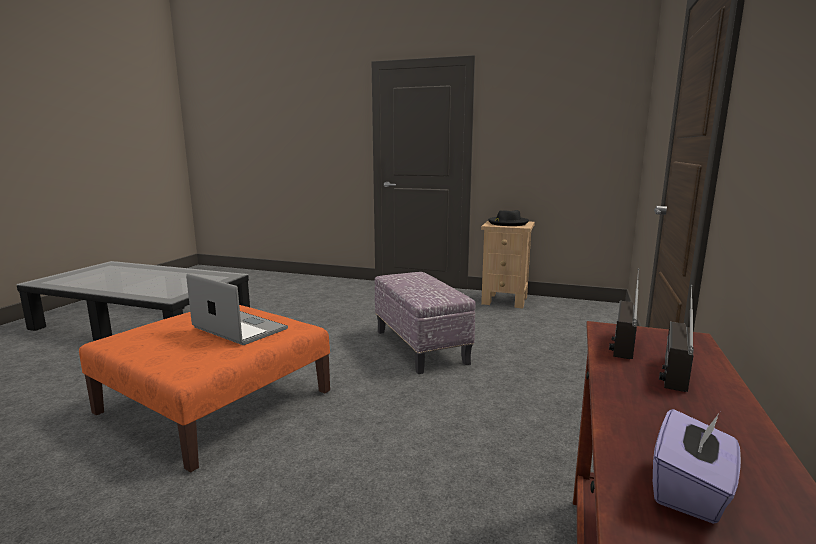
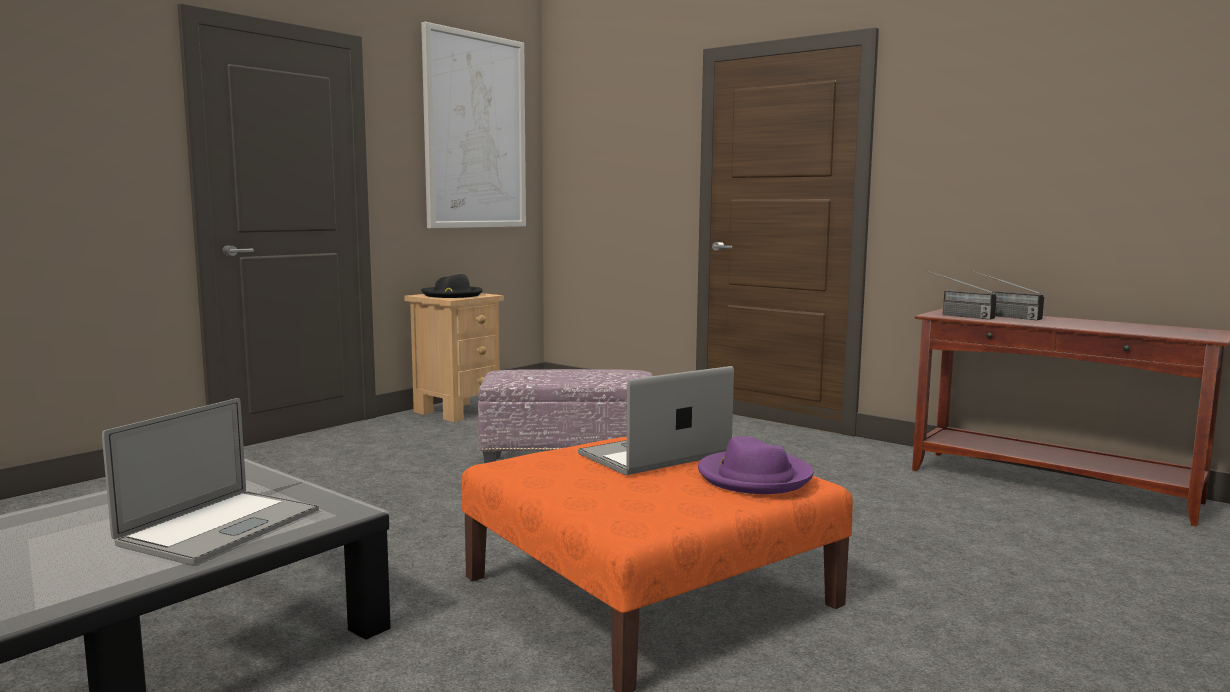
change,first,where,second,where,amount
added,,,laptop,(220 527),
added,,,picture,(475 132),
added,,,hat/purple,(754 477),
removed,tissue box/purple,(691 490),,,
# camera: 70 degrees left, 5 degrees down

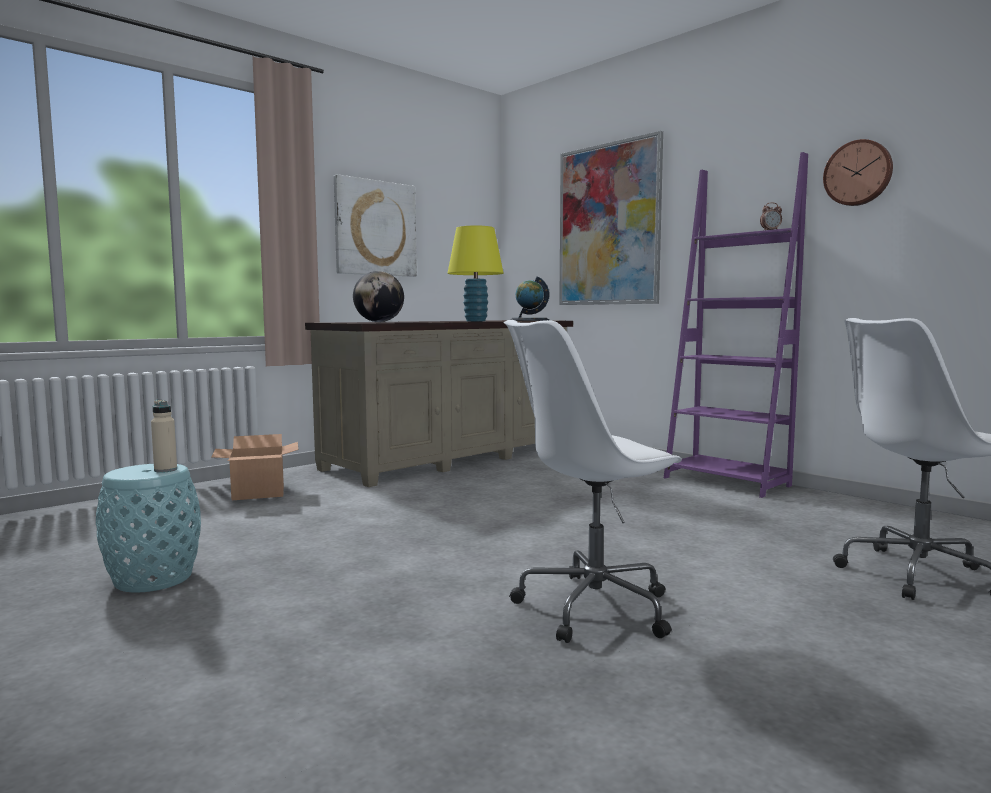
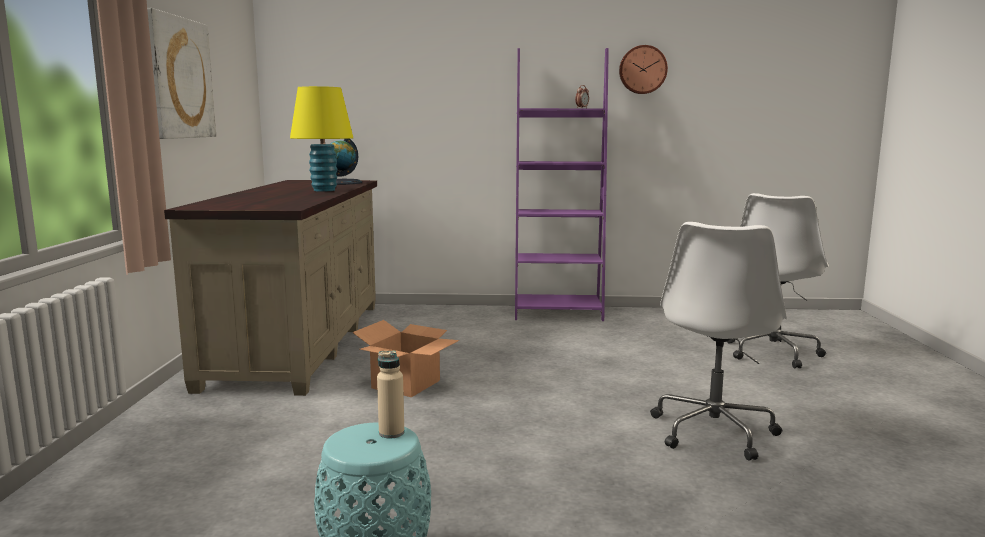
change,first,where,second,where,amount
moved,cardboard box,(259 492),,(406 384),
removed,globe,(379 322),,,
removed,picture,(608 225),,,
# camera: 45 degrees left, 5 degrees up

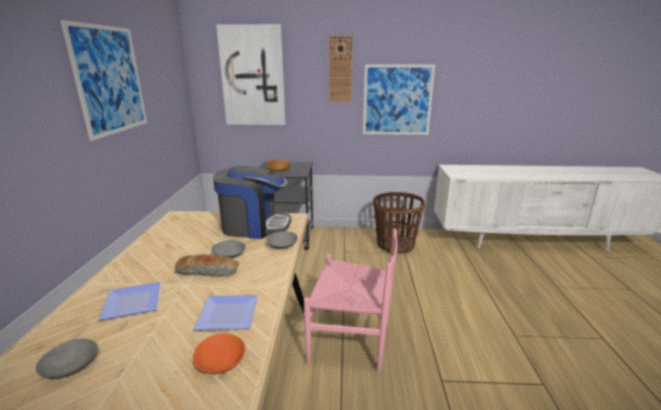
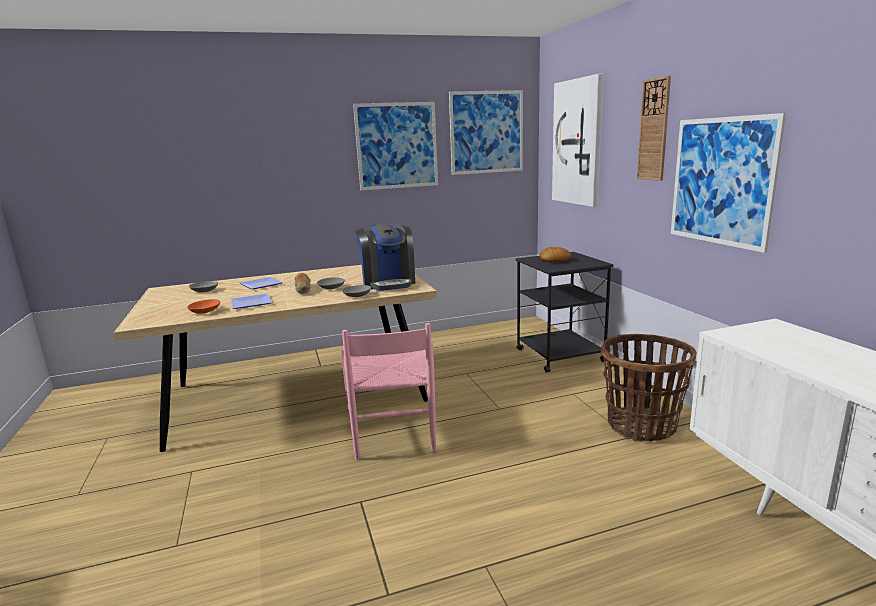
change,first,where,second,where,amount
added,,,picture,(486 132),
# camera: 70 degrees right, 5 degrees down

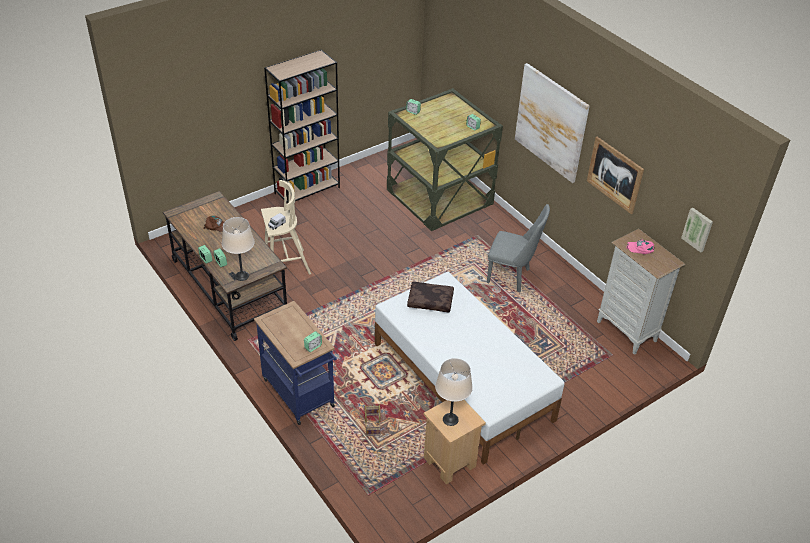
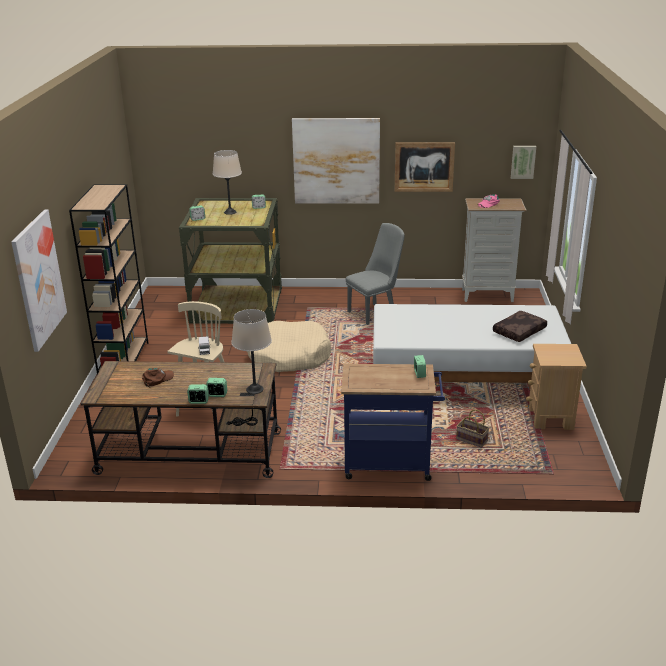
change,first,where,second,where,amount
added,,,picture,(38 279),
moved,table lamp/beige,(450 419),,(230 212),
added,,,dog bed/beige,(288 356),
moved,pillow/brown,(430 300),,(519 331),
# camera: 50 degrees left, 15 degrees down

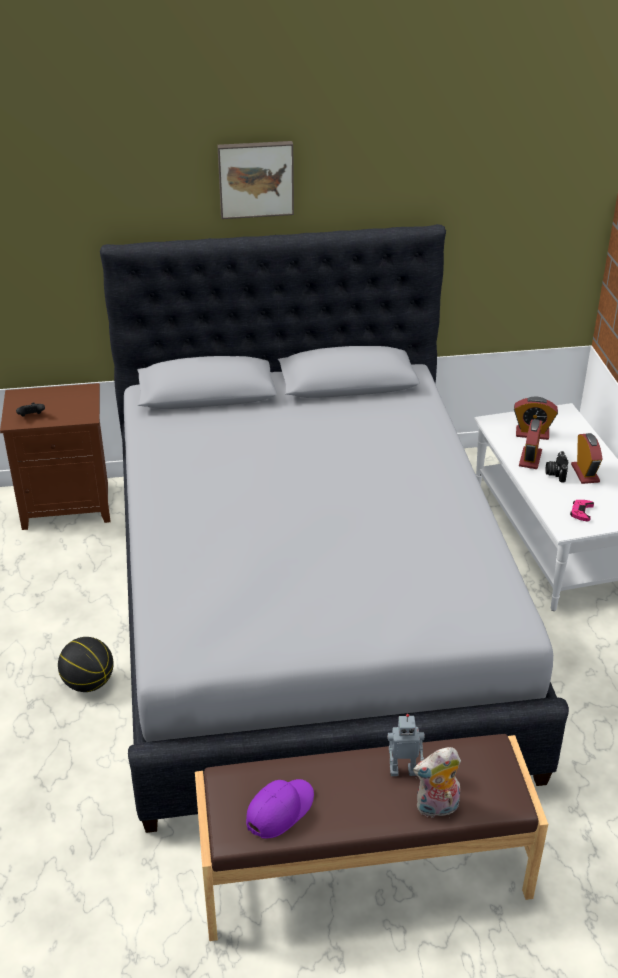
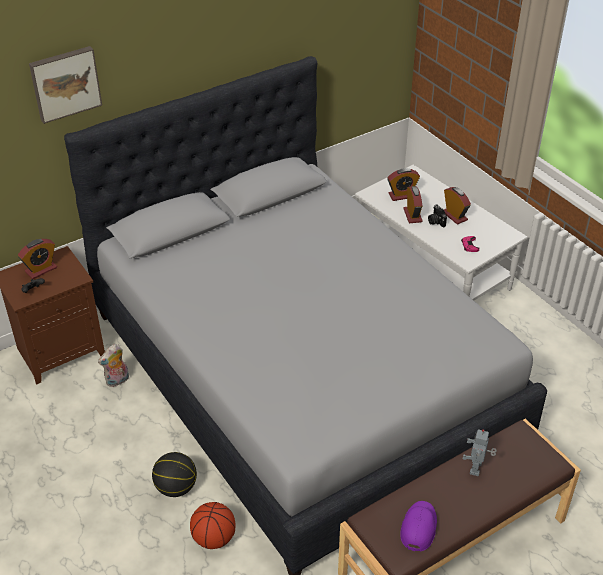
change,first,where,second,where,amount
added,,,alarm clock,(41 270),
moved,picture,(255 178),,(65 83),
moved,plush toy,(437 808),,(117 381),
added,,,basketball,(214 538),
turned,toy robot,(403 769),,(476 468),135 degrees clockwise
# camera: 25 degrees left, 5 degrees up

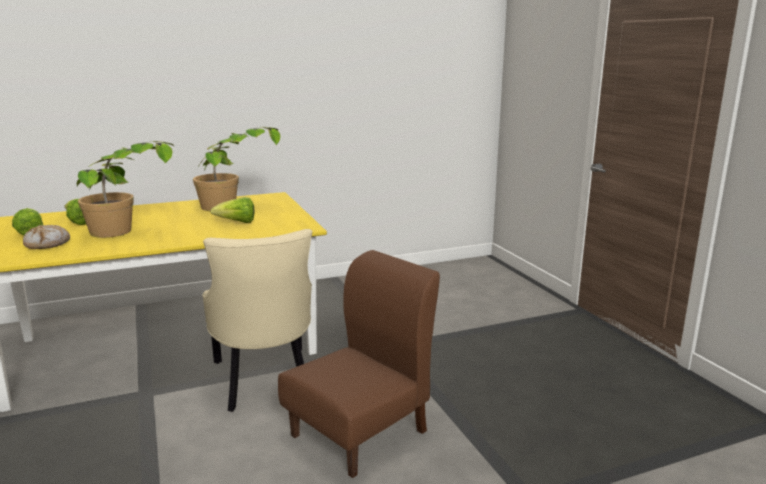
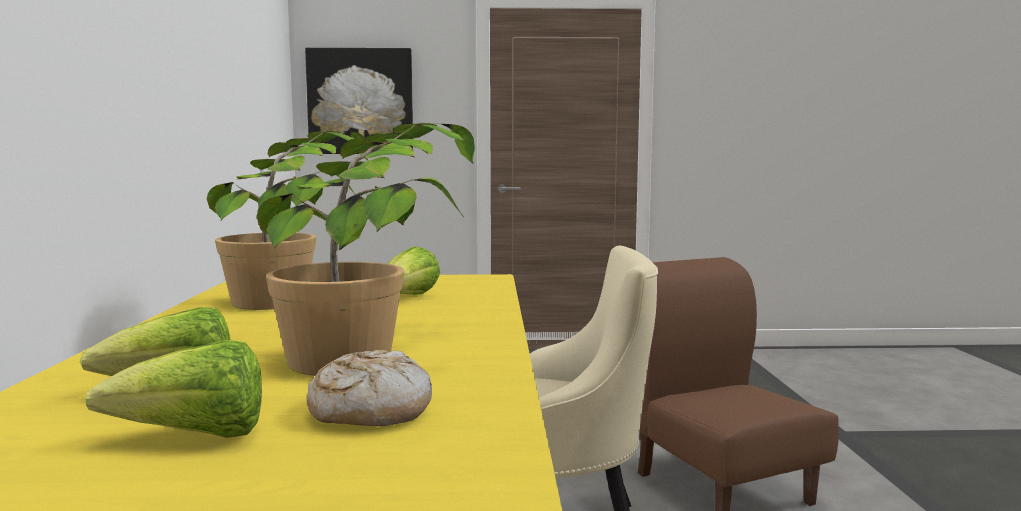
change,first,where,second,where,amount
added,,,picture,(360 102),
# camera: 70 degrees left, 10 degrees down

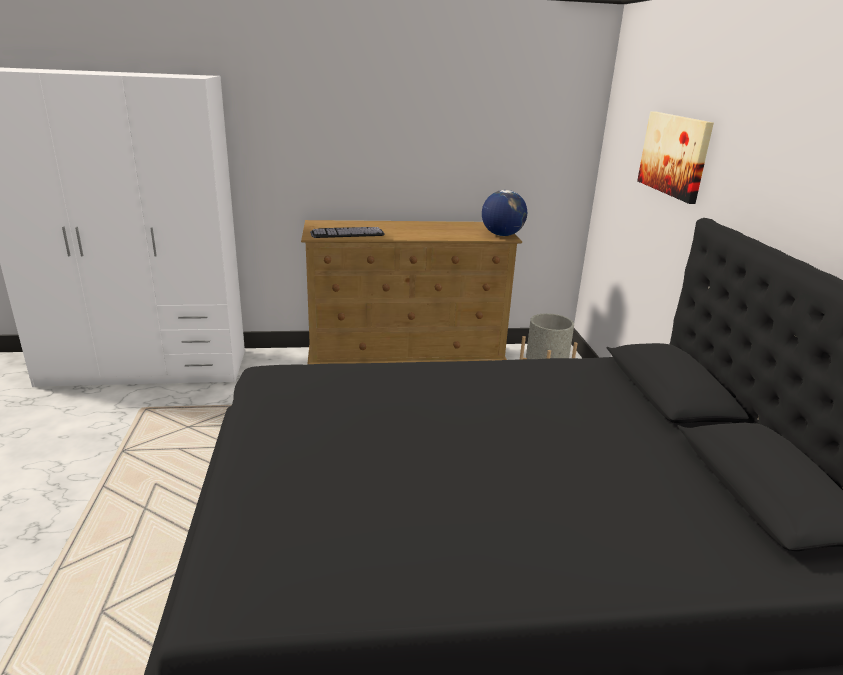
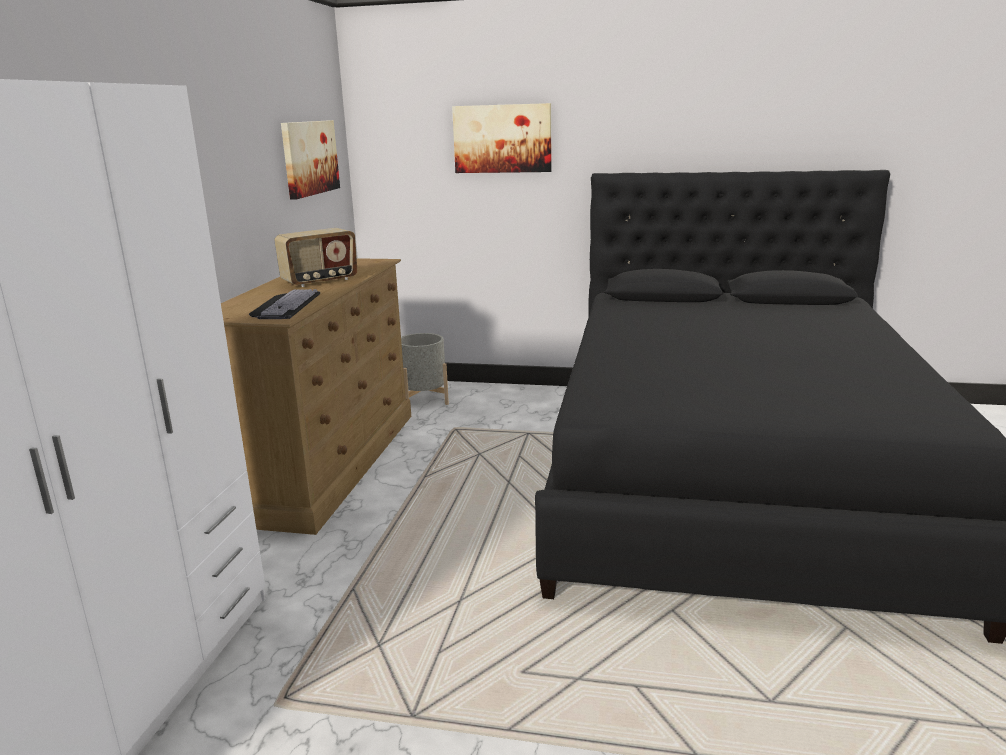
change,first,where,second,where,amount
added,,,radio,(320 281),
added,,,picture,(309 158),
removed,globe,(502 235),,,
# camera: 70 degrees left, 5 degrees down

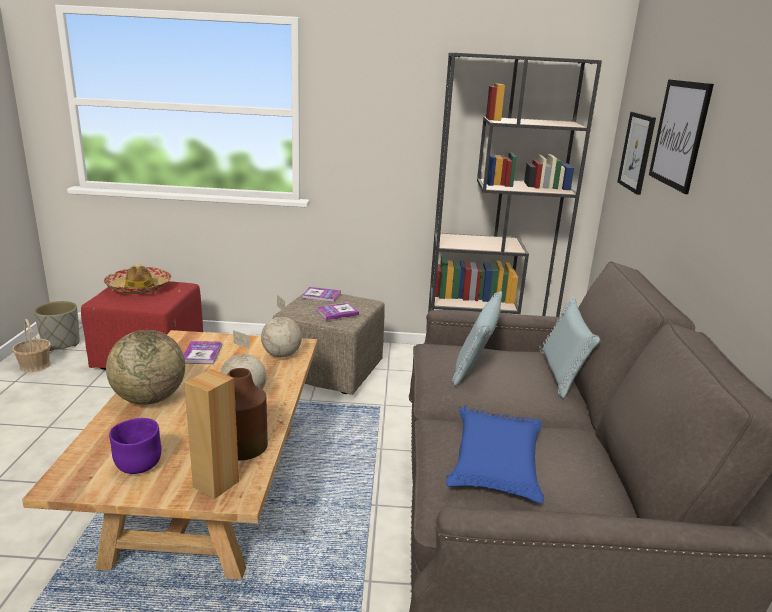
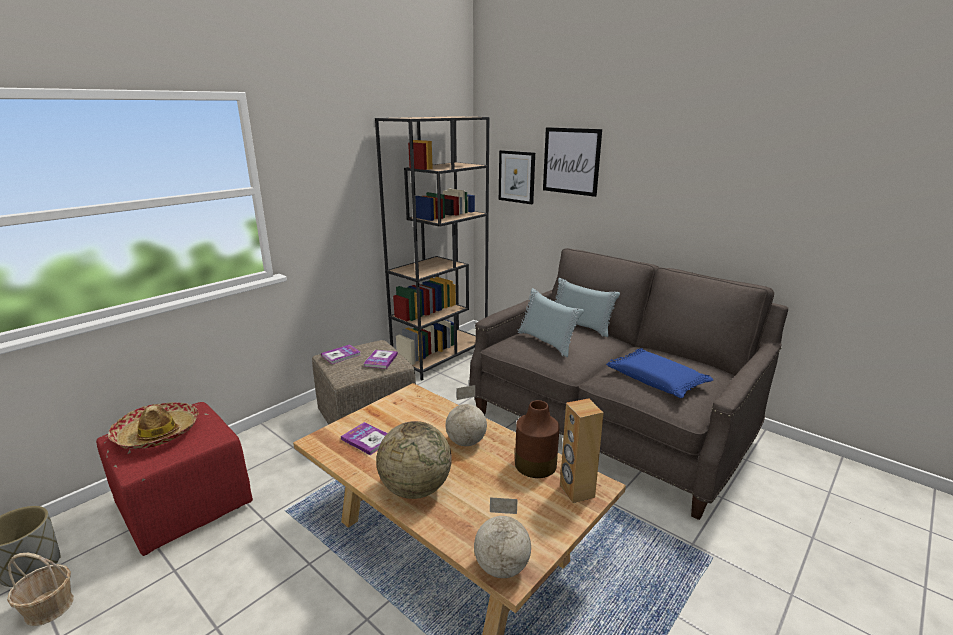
change,first,where,second,where,amount
moved,globe,(281 355),,(501 567),
removed,bowl/purple,(138 465),,,
# camera: 50 degrees left, 0 degrees up

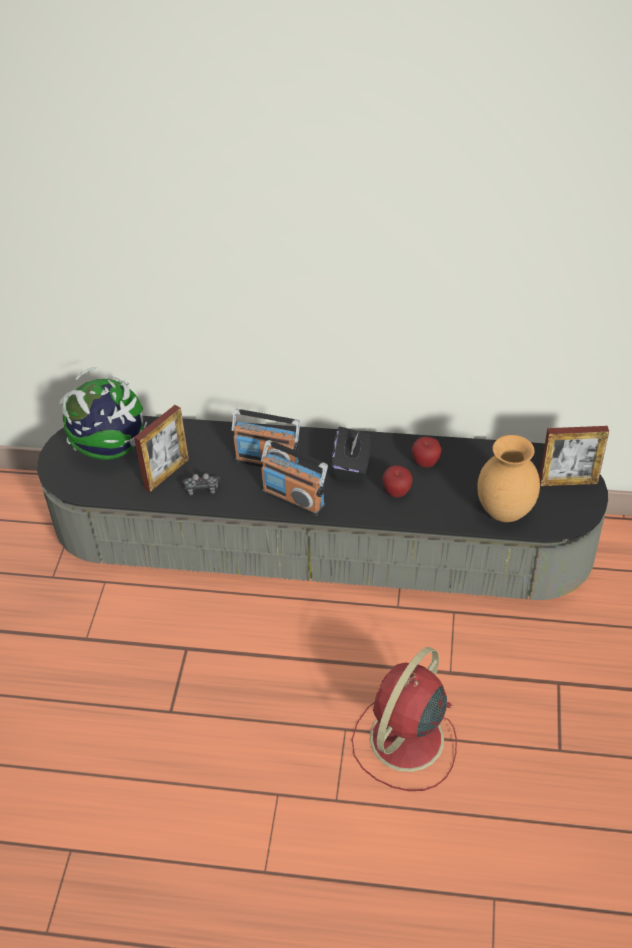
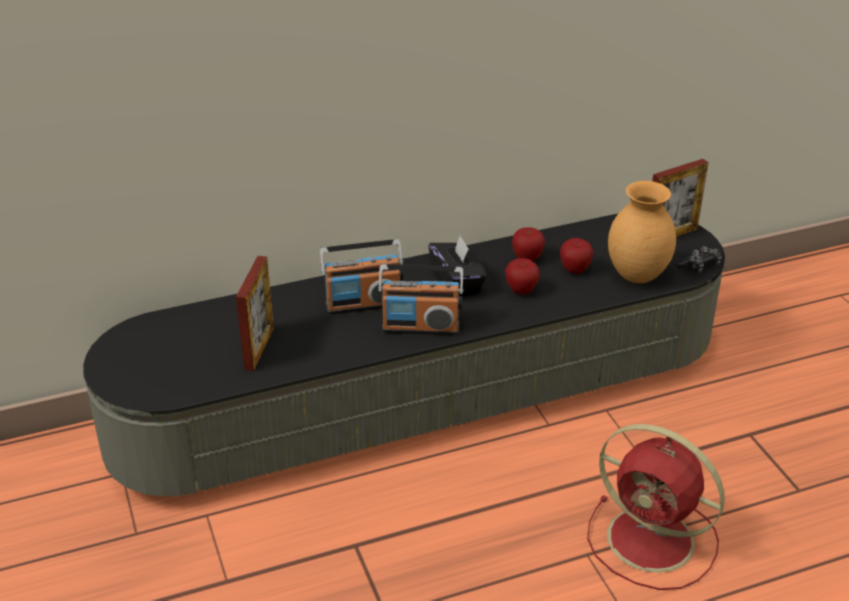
change,first,where,second,where,amount
added,,,apple,(574 270),
turned,fan/red,(405 741),,(654 541),60 degrees counterclockwise
moved,game controller,(202 488),,(699 266),
removed,globe,(111 449),,,
# camera: 30 degrees left, 10 degrees down

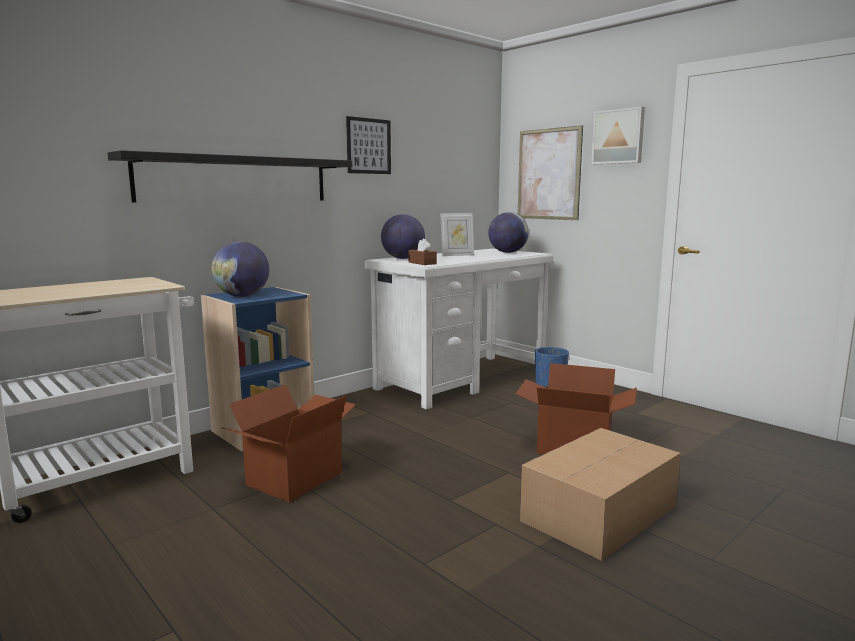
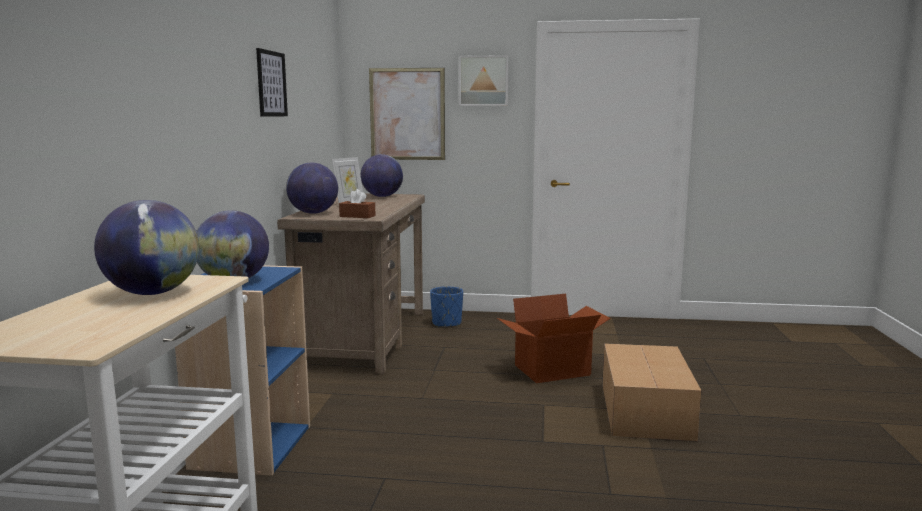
change,first,where,second,where,amount
added,,,globe,(152 293),
recoloured,desk/white,(462 379),desk/brown,(364 338),
removed,shelf/black,(236 179),,,
removed,cardboard box,(293 478),,,
# camera: 40 degrees left, 0 degrees up

